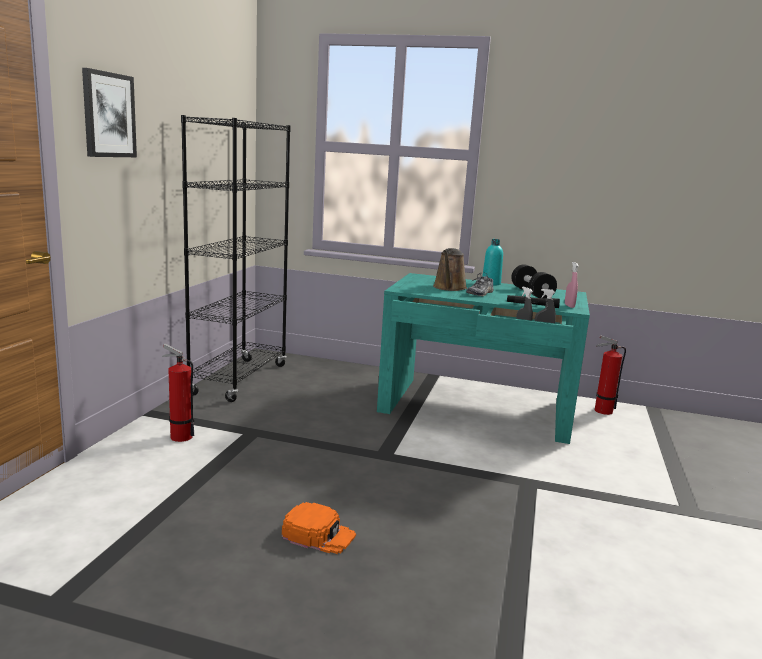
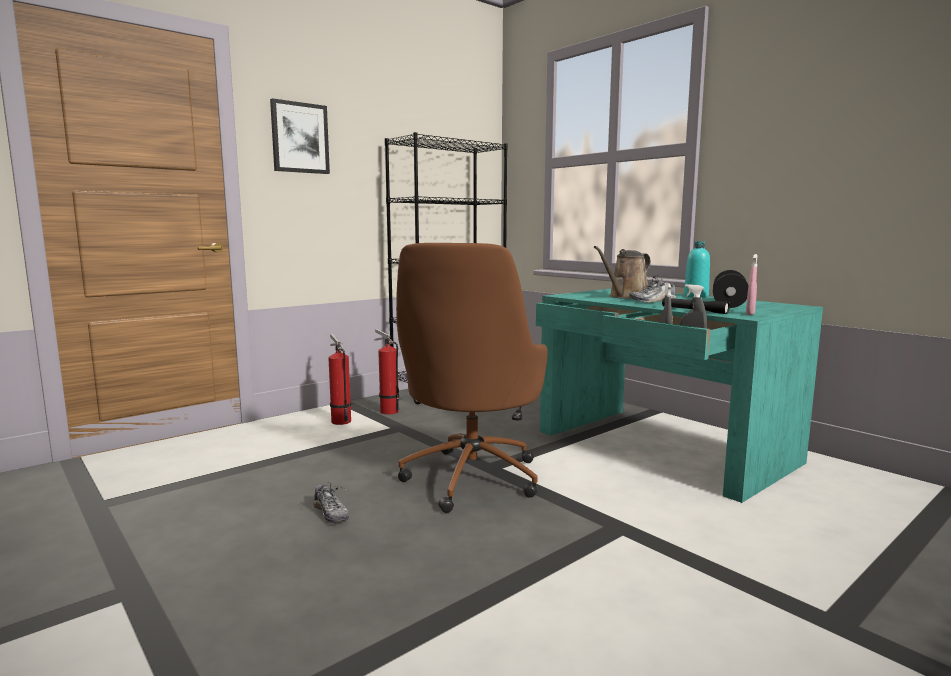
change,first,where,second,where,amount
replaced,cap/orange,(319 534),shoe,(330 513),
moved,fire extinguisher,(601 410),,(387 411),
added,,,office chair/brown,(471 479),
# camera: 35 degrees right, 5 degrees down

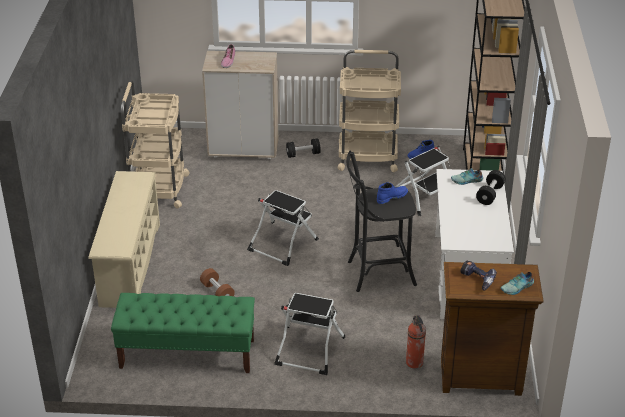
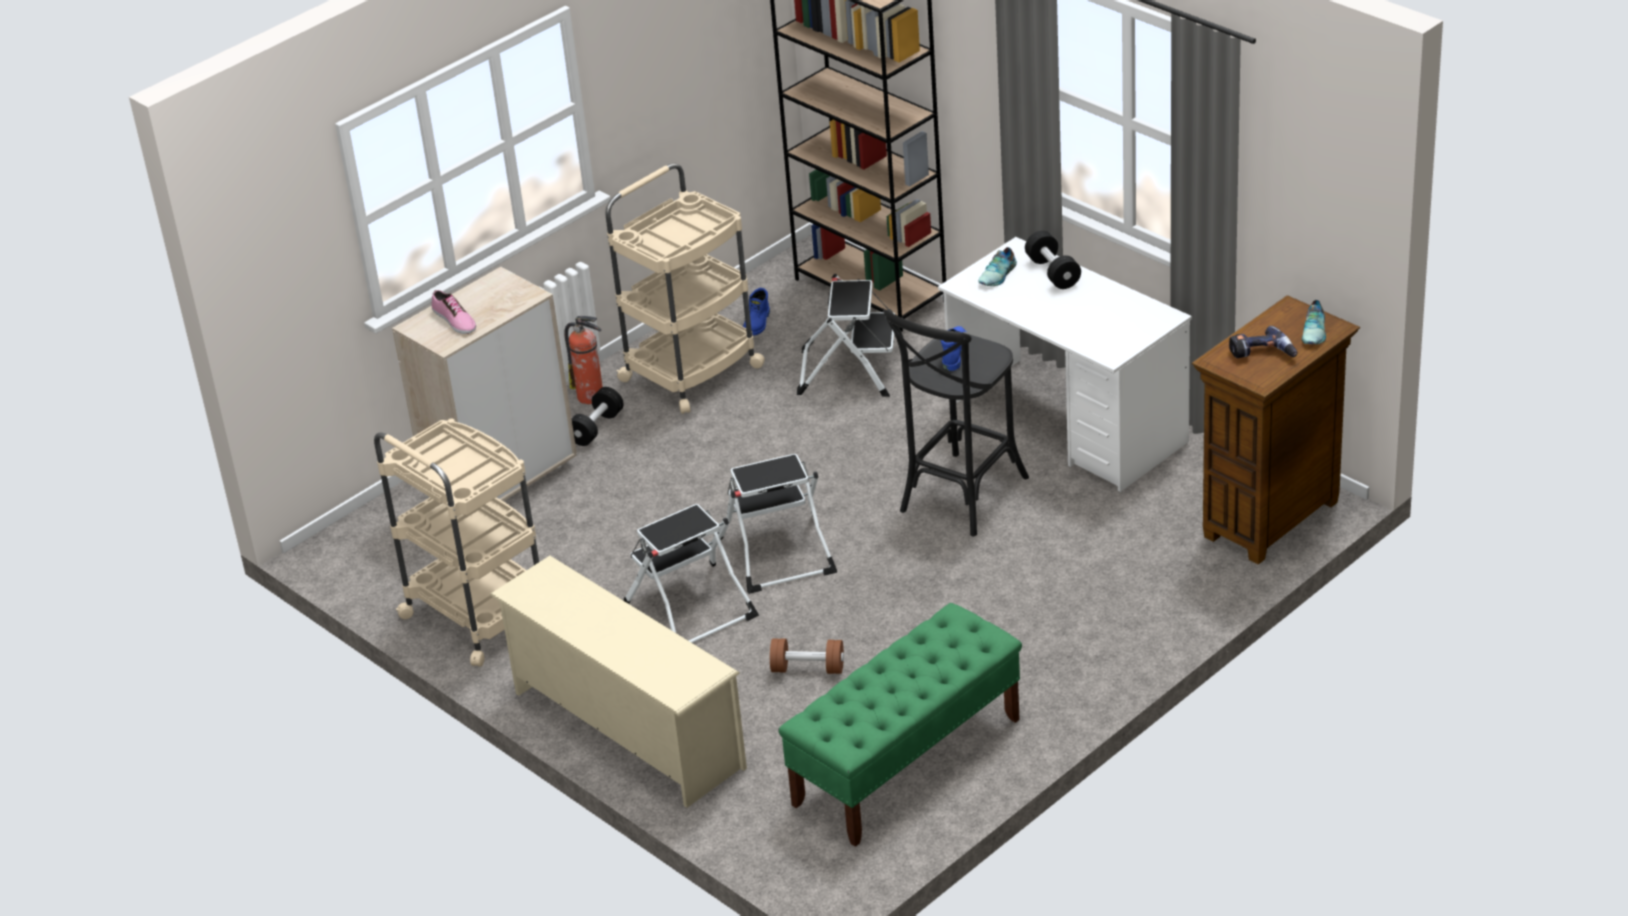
change,first,where,second,where,amount
moved,fire extinguisher,(414 363),,(591 396),
moved,step ladder,(309 348),,(691 605),
# camera: 45 degrees left, 0 degrees up

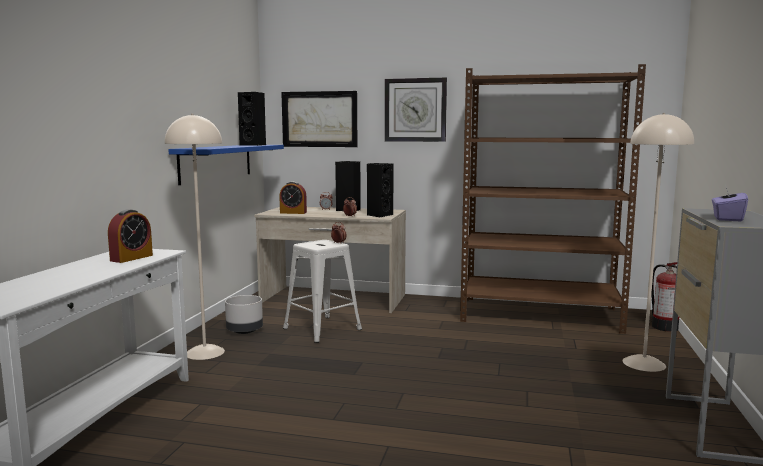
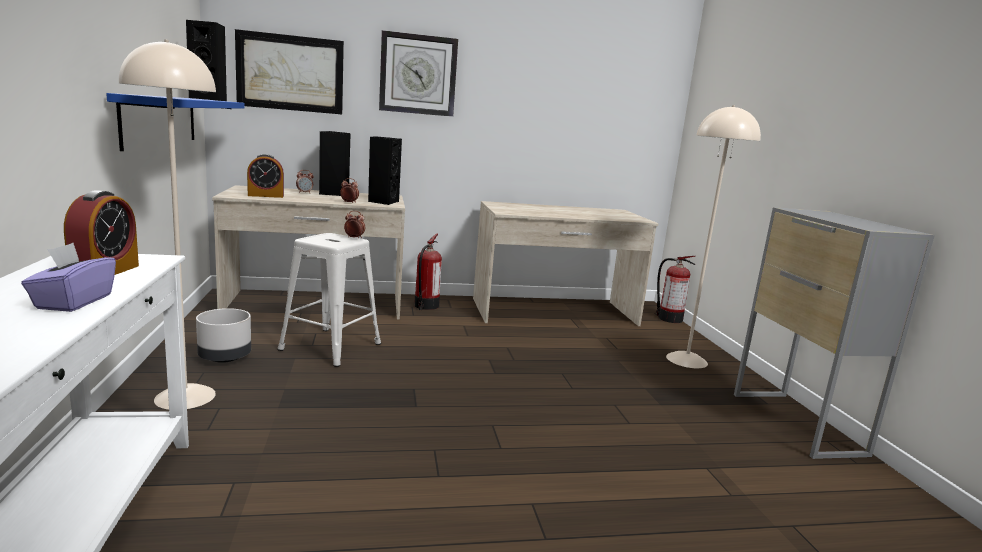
change,first,where,second,where,amount
moved,tissue box/purple,(727 219),,(73 302),
added,,,fire extinguisher,(425 306),
replaced,bookcase/brown,(539 315),desk/beige,(554 312),
# camera: 25 degrees left, 5 degrees up

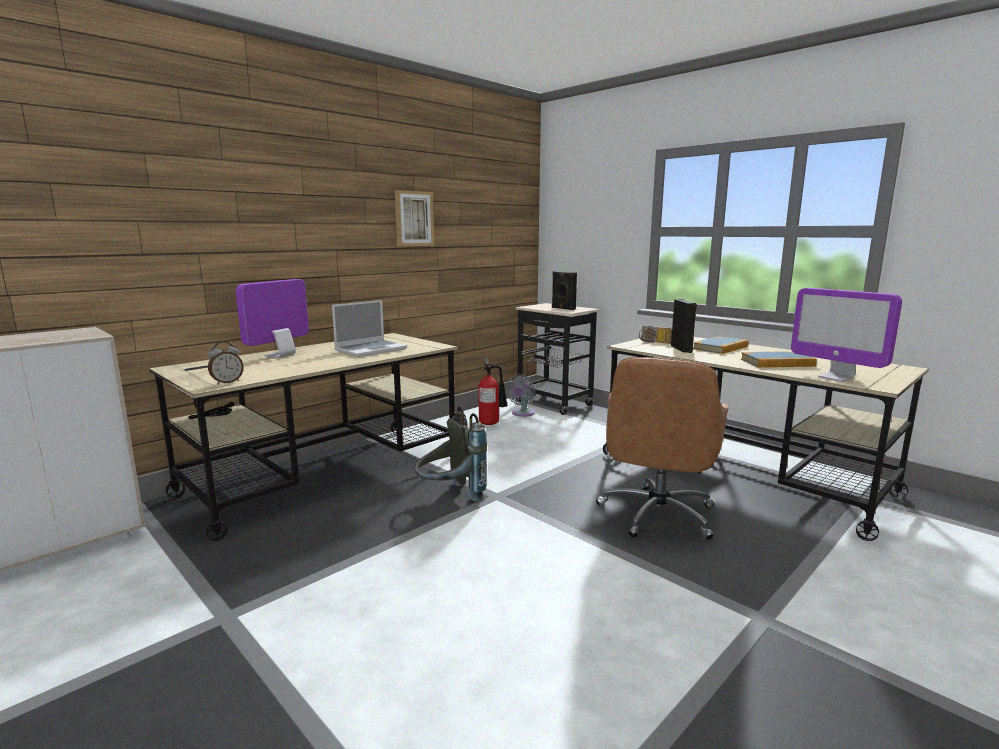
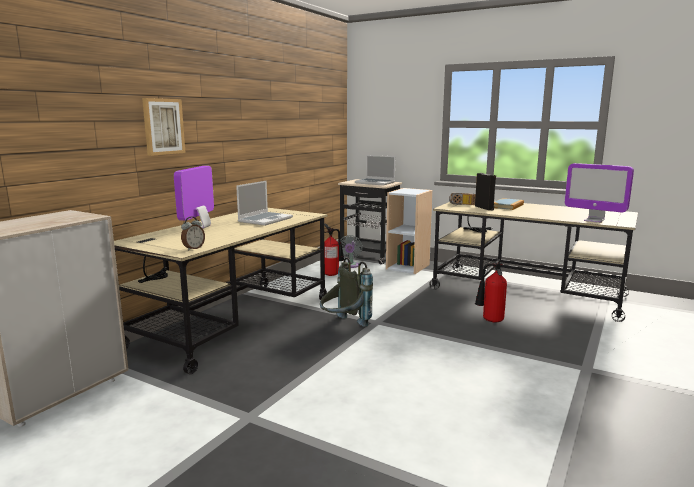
change,first,where,second,where,amount
moved,picture,(413 218),,(163 126),
replaced,speaker/black,(563 308),laptop,(375 183),
added,,,bookcase,(408 267),
replaced,office chair/brown,(656 514),fire extinguisher,(490 321),
removed,book,(777 363),,,
# camera: 15 degrees left, 0 degrees up

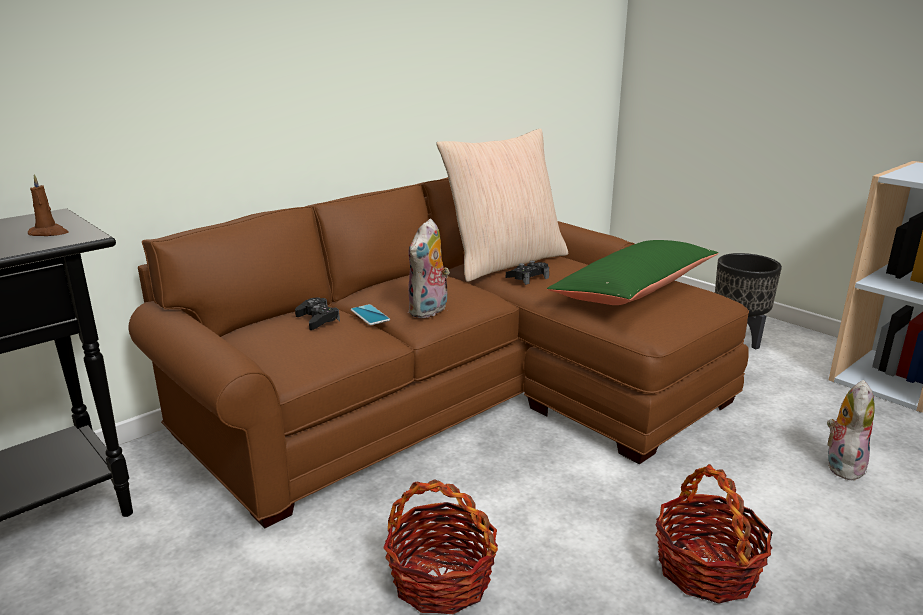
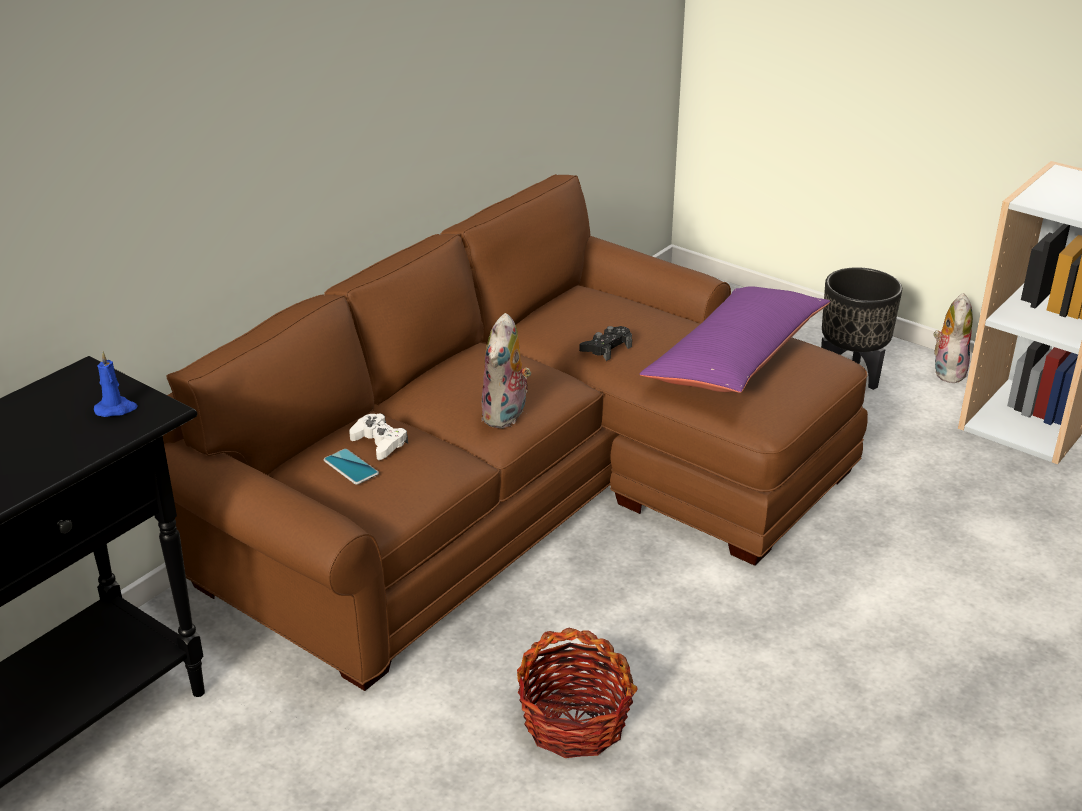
change,first,where,second,where,amount
recoloured,candle/brown,(49 233),candle/blue,(116 409),
moved,phone,(370 315),,(351 467),
recoloured,game controller/black,(317 319),game controller/white,(379 442),
recoloured,pillow/green,(634 290),pillow/purple,(736 359),
moved,plush toy,(841 465),,(947 371),
removed,pillow/beige,(505 262),,,
removed,basket,(706 569),,,
# camera: 10 degrees left, 10 degrees up

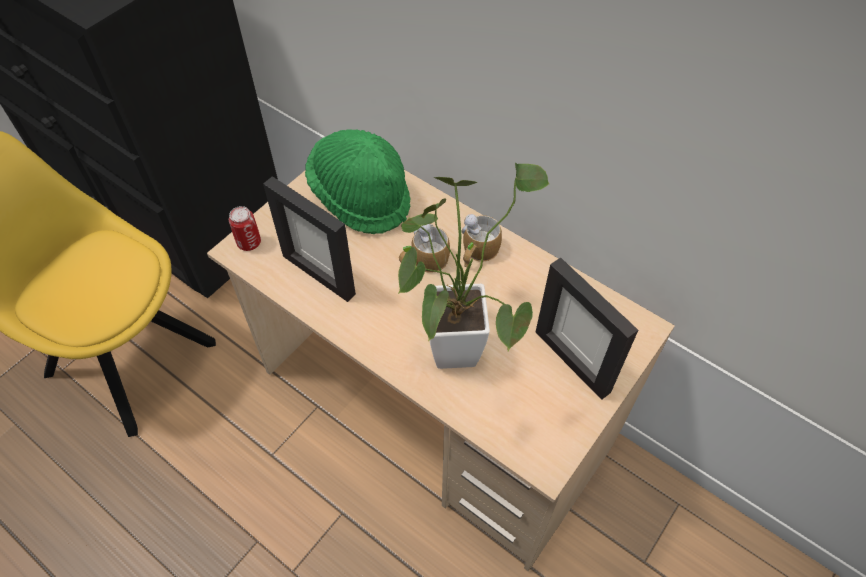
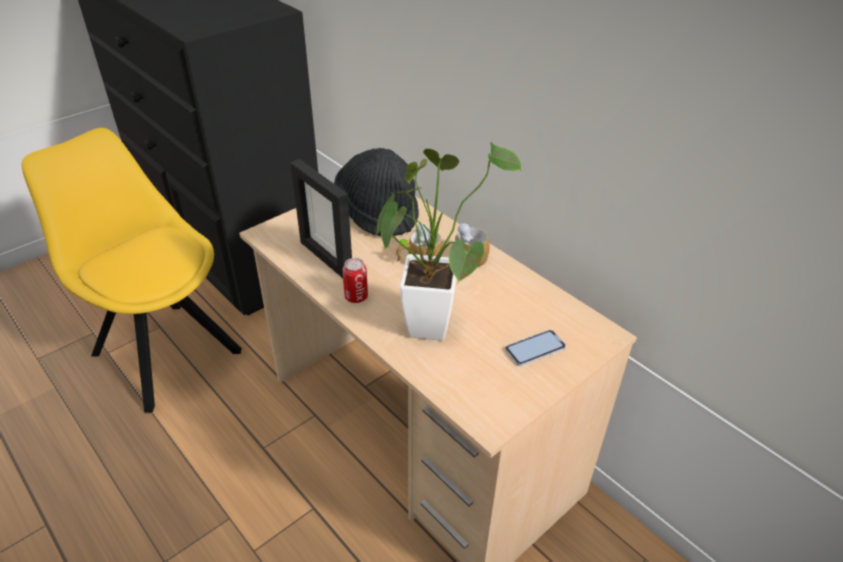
change,first,where,second,where,amount
recoloured,hat/green,(361 197),hat/black,(378 212),
moved,can,(249 242),,(356 297),
replaced,picture frame,(573 360),phone,(535 349),
# camera: 10 degrees right, 15 degrees down

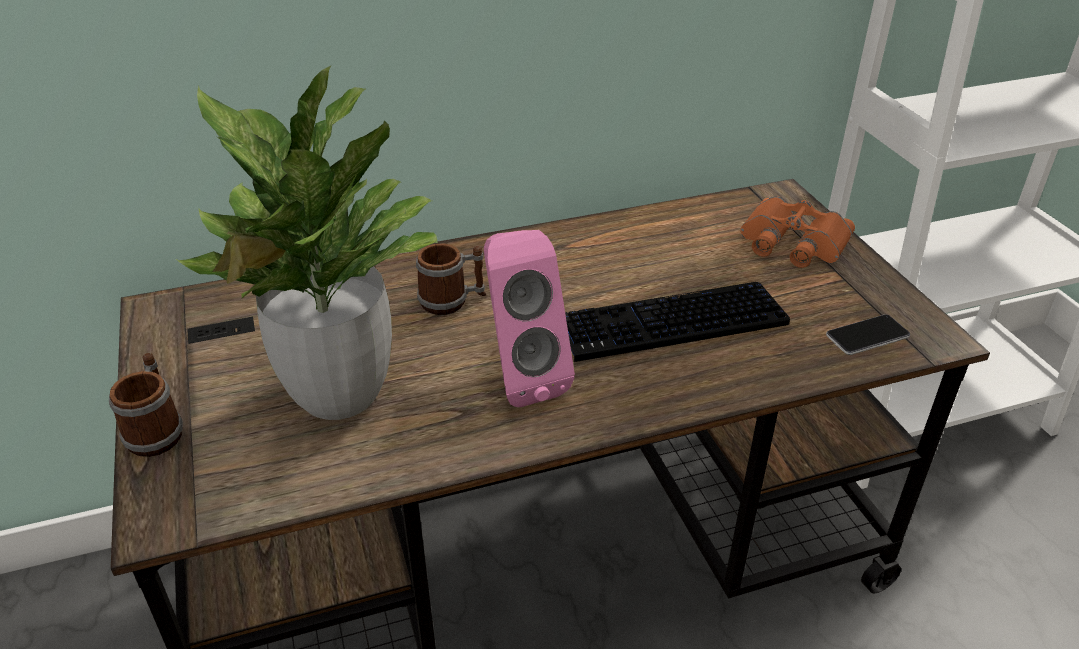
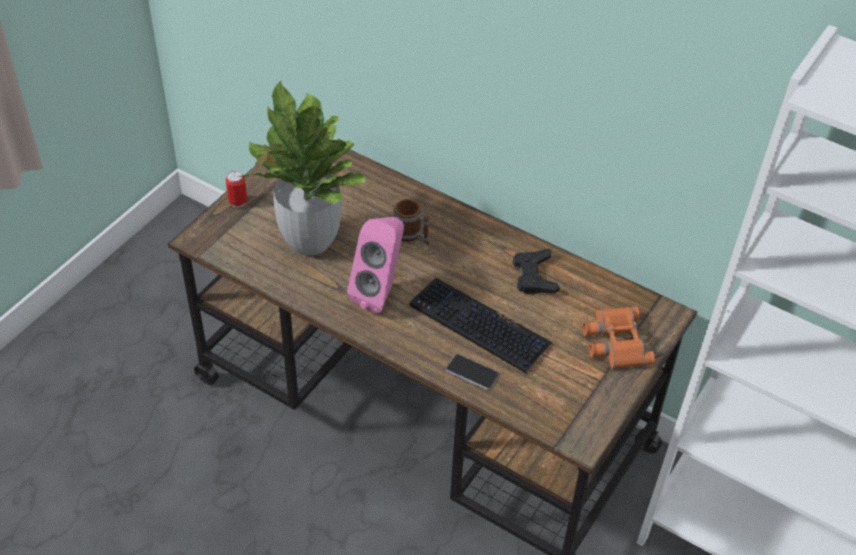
change,first,where,second,where,amount
replaced,mug,(157 430),can,(238 202),
moved,phone,(867 336),,(472 372),
added,,,game controller/black,(534 276),
# camera: 50 degrees right, 10 degrees up

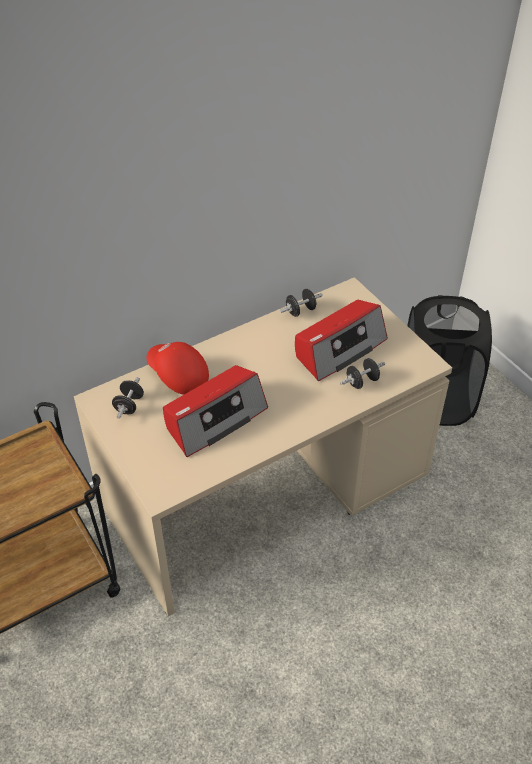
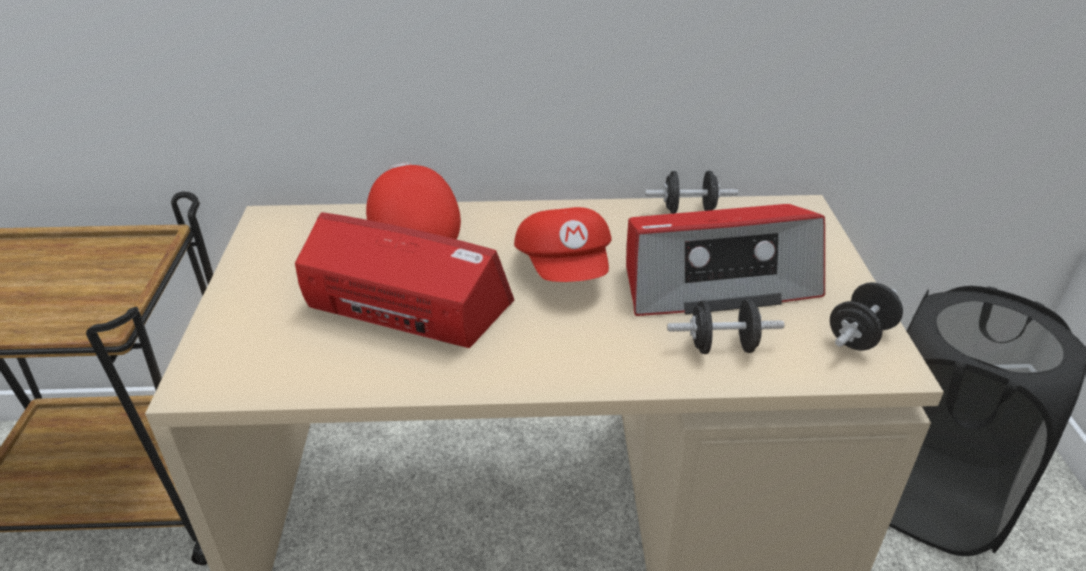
change,first,where,second,where,amount
turned,radio,(214 419),,(405 306),150 degrees counterclockwise
added,,,cap/red,(566 268),
moved,dumbbell/black,(129 405),,(859 336),
# camera: 30 degrees right, 10 degrees down

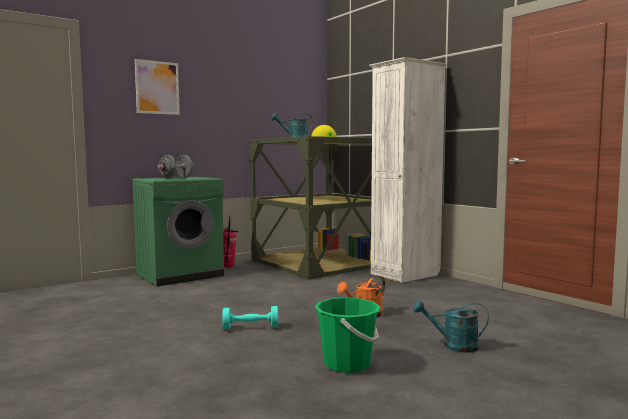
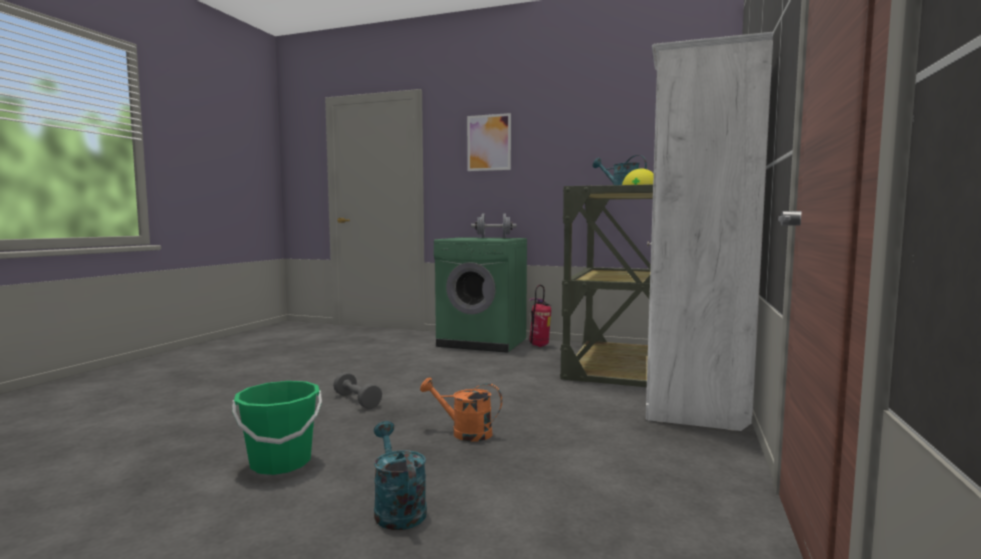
change,first,where,second,where,amount
recoloured,dumbbell/turquoise,(250 328),dumbbell/grey,(357 401),
# camera: 55 degrees right, 0 degrees up

